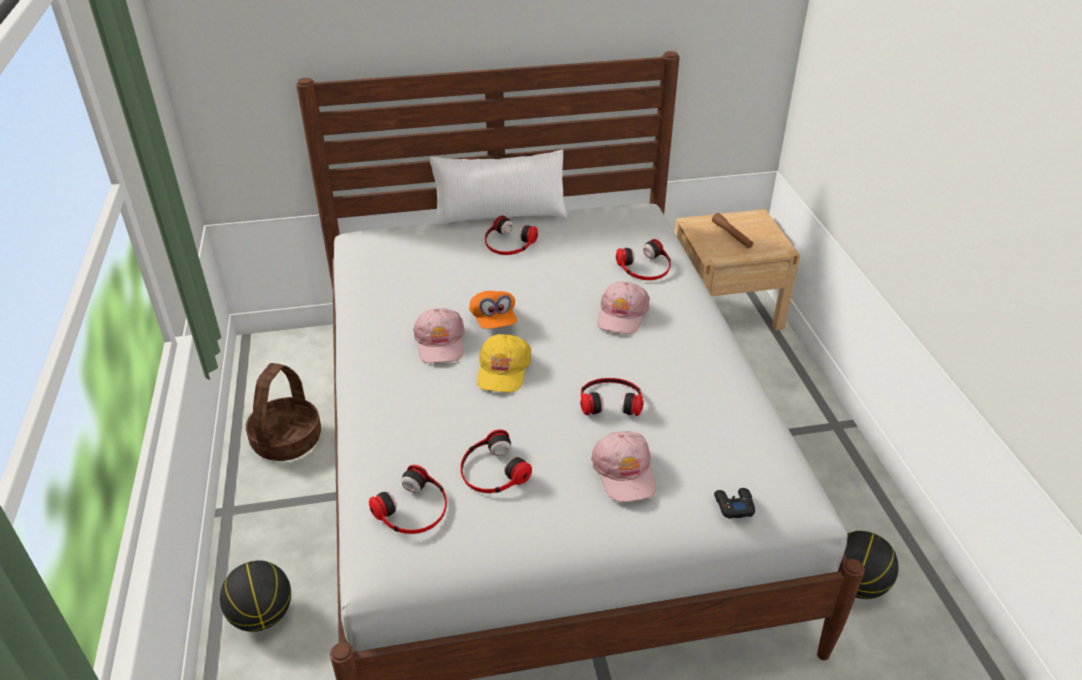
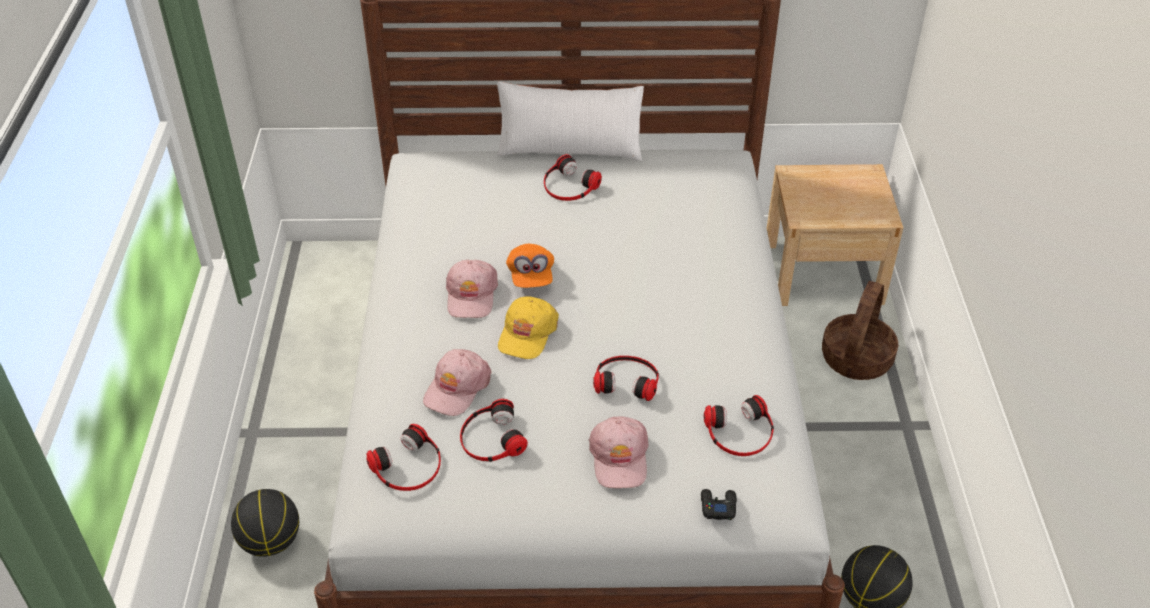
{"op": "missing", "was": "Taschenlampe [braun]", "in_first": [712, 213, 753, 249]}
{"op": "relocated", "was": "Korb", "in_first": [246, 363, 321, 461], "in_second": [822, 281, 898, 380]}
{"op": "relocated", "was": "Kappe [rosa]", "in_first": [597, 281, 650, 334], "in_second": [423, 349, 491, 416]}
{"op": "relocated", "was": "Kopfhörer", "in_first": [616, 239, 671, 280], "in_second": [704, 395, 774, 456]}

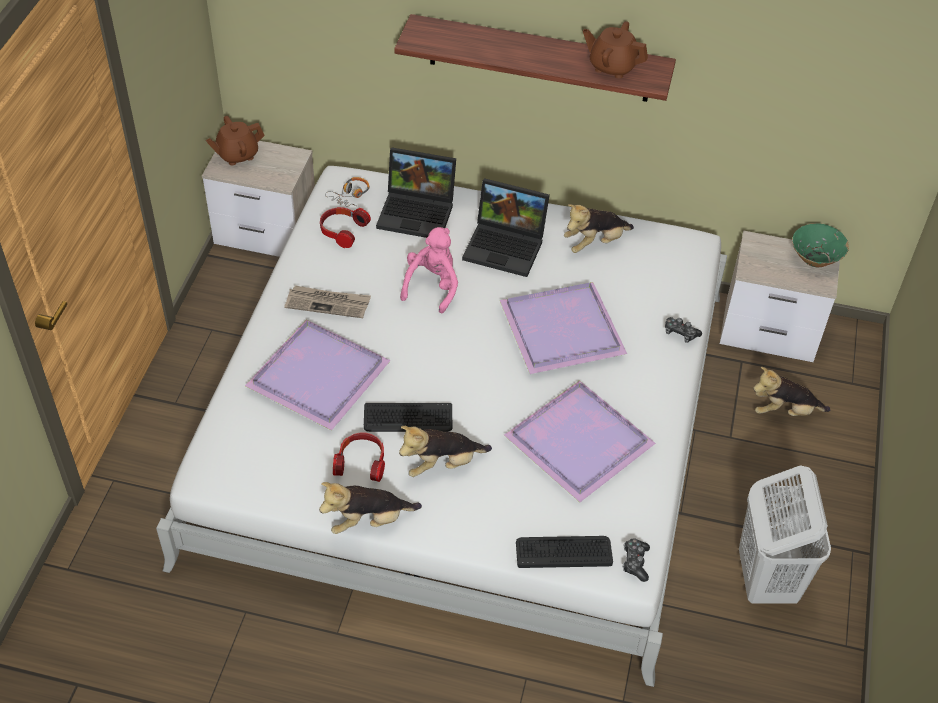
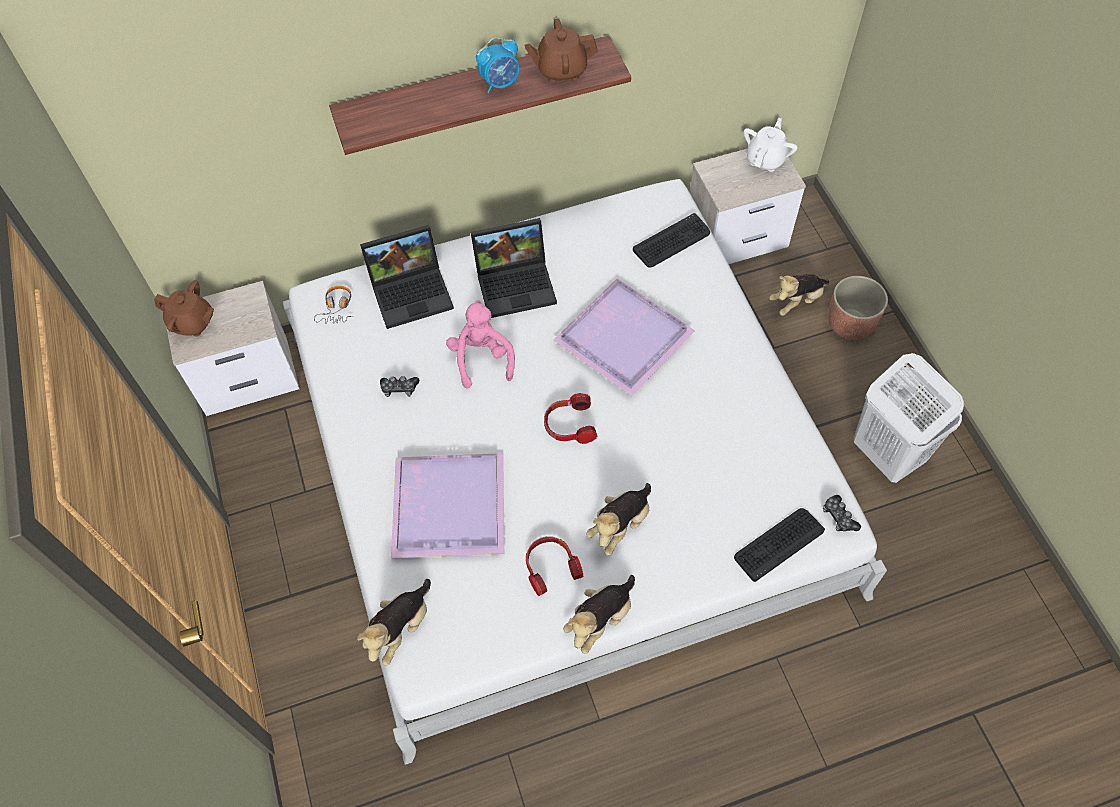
{"op": "missing", "was": "Zeitung", "in_first": [284, 286, 371, 318]}
{"op": "missing", "was": "Tablett [lila]", "in_first": [504, 380, 656, 502]}
{"op": "appeared", "now": "Wecker", "in_second": [476, 37, 519, 93]}
{"op": "appeared", "now": "Pflanzkübel", "in_second": [828, 276, 888, 340]}
{"op": "relocated", "was": "Kopfhörer", "in_first": [320, 207, 371, 248], "in_second": [544, 393, 597, 444]}
{"op": "relocated", "was": "Tastatur", "in_first": [364, 403, 452, 432], "in_second": [633, 213, 710, 267]}
{"op": "relocated", "was": "Plüschtier", "in_first": [564, 204, 634, 253], "in_second": [357, 579, 431, 666]}
{"op": "relocated", "was": "Gamepad", "in_first": [665, 317, 702, 343], "in_second": [380, 376, 419, 397]}
{"op": "exchanged", "was": "Schüssel [grün]", "now": "Teekanne [weiß]", "in_first": [792, 223, 849, 267], "in_second": [744, 118, 797, 172]}
{"op": "spun", "was": "Teekanne [braun]", "in_first": [206, 116, 265, 165], "in_second": [154, 280, 214, 337], "clockwise": -105}

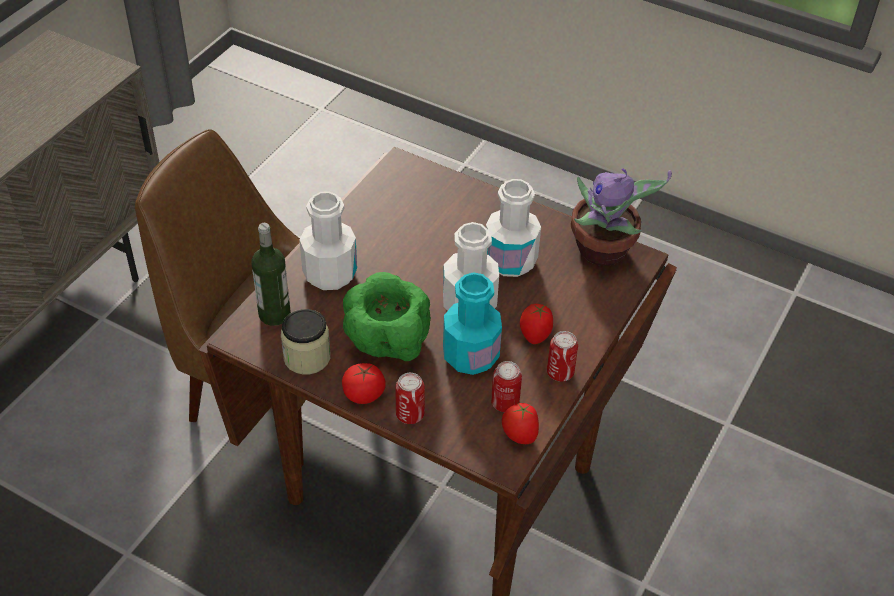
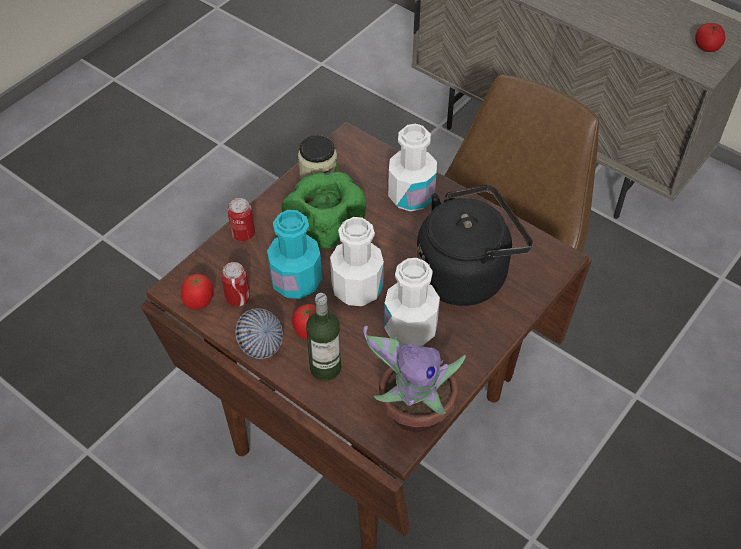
{"op": "appeared", "now": "Wasserkessel [schwarz]", "in_second": [416, 185, 533, 306]}
{"op": "relocated", "was": "Flasche", "in_first": [251, 223, 291, 326], "in_second": [306, 293, 341, 381]}
{"op": "relocated", "was": "Tomate", "in_first": [342, 363, 386, 404], "in_second": [695, 23, 725, 52]}
{"op": "exchanged", "was": "Dose", "now": "Schüssel", "in_first": [547, 331, 578, 381], "in_second": [235, 308, 283, 359]}

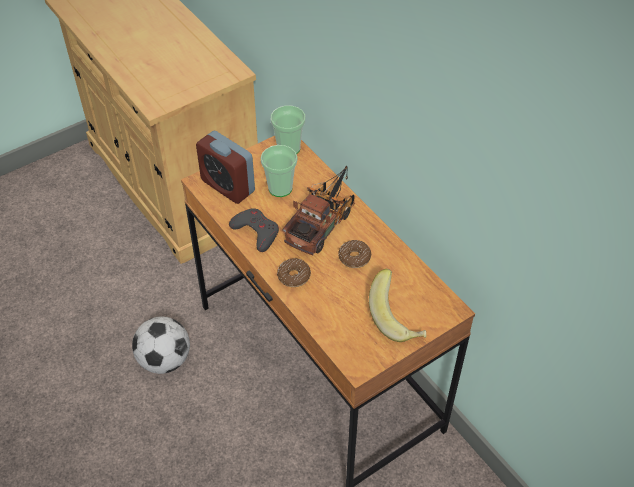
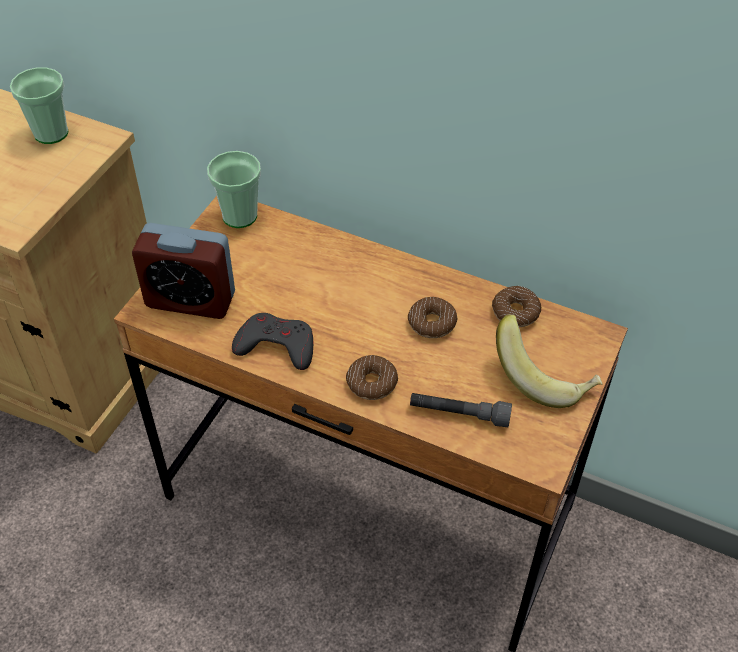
{"op": "missing", "was": "Fußball", "in_first": [132, 316, 190, 374]}
{"op": "missing", "was": "Spielzeuglaster", "in_first": [282, 166, 355, 255]}
{"op": "appeared", "now": "Taschenlampe [grau]", "in_second": [410, 393, 512, 427]}
{"op": "appeared", "now": "Donut", "in_second": [492, 286, 542, 327]}
{"op": "relocated", "was": "Tasse", "in_first": [261, 145, 297, 197], "in_second": [10, 67, 68, 144]}

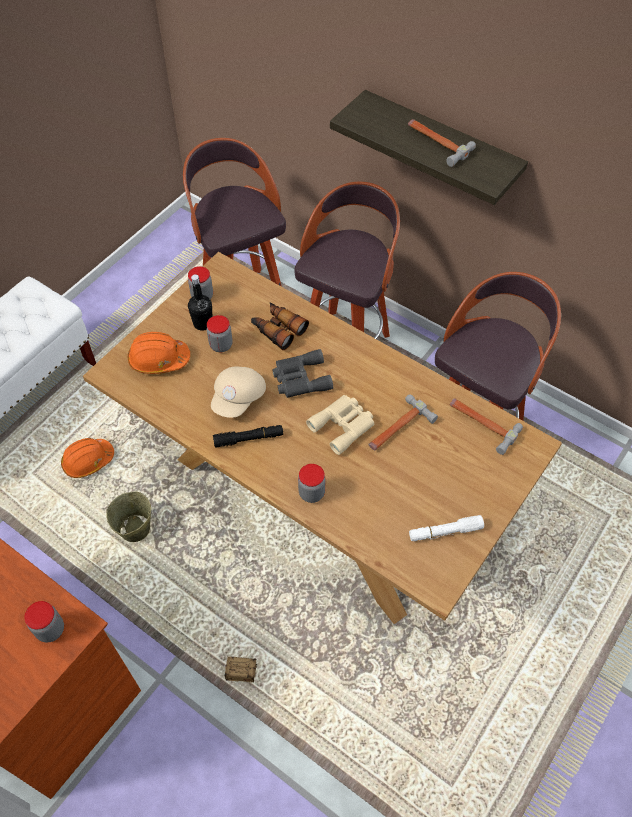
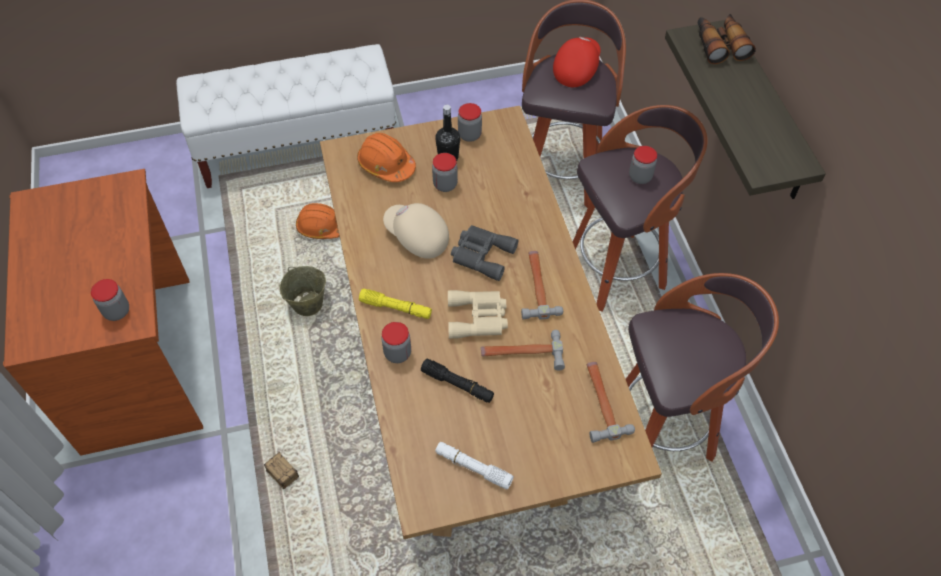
{"op": "appeared", "now": "Taschenlampe [gelb]", "in_second": [359, 289, 432, 319]}
{"op": "appeared", "now": "Kappe [rot]", "in_second": [553, 37, 601, 87]}
{"op": "appeared", "now": "Vorratsglas", "in_second": [629, 146, 657, 184]}
{"op": "relocated", "was": "Taschenlampe [schwarz]", "in_first": [213, 425, 283, 447], "in_second": [421, 359, 494, 403]}
{"op": "relocated", "was": "Fernglas", "in_first": [251, 302, 309, 350], "in_second": [697, 14, 756, 64]}
{"op": "relocated", "was": "Hammer", "in_first": [408, 119, 476, 167], "in_second": [521, 251, 563, 320]}
{"op": "spun", "was": "Kappe [beige]", "in_first": [211, 366, 266, 418], "in_second": [383, 203, 449, 259], "clockwise": 60}

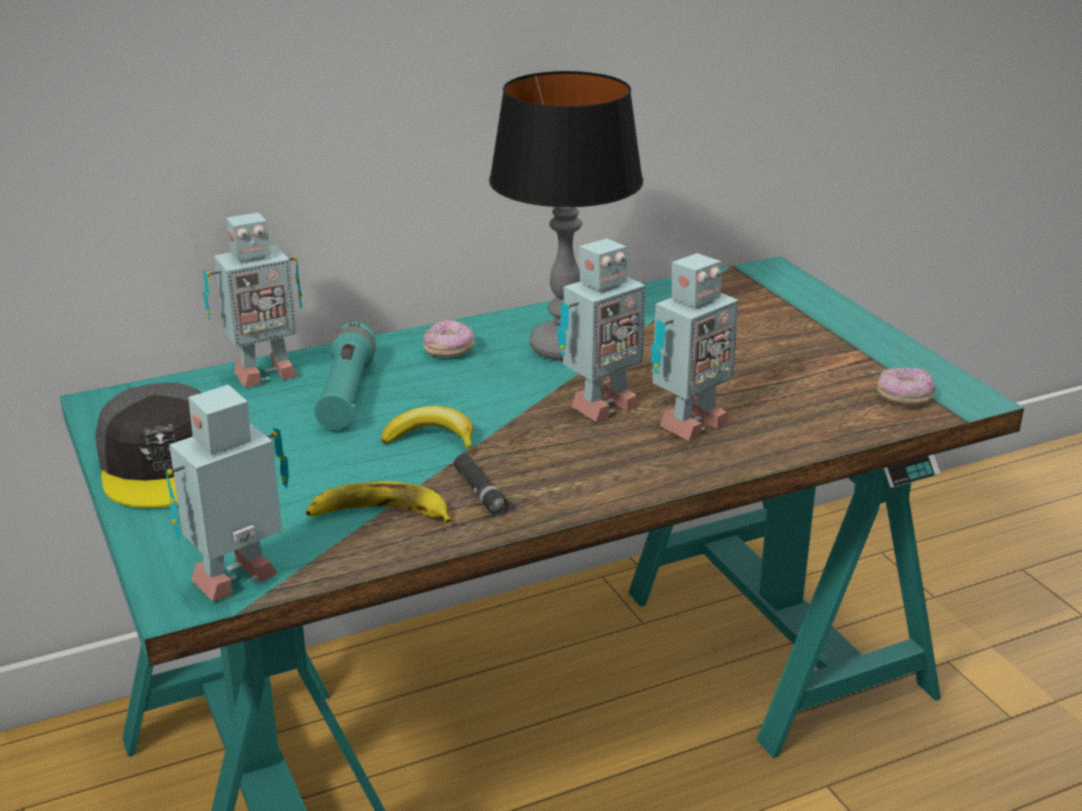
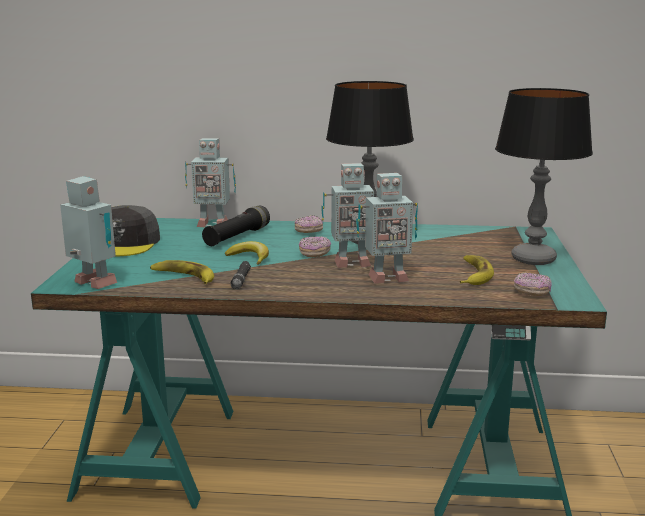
{"op": "appeared", "now": "Donut", "in_second": [299, 236, 331, 258]}
{"op": "appeared", "now": "Banane", "in_second": [460, 255, 494, 285]}
{"op": "appeared", "now": "Tischlampe", "in_second": [495, 88, 593, 265]}
{"op": "colour", "was": "Taschenlampe [türkis]", "now": "Taschenlampe [schwarz]", "in_first": [314, 322, 376, 430], "in_second": [202, 206, 270, 246]}
{"op": "spun", "was": "Spielzeugroboter", "in_first": [164, 385, 289, 601], "in_second": [60, 176, 117, 289], "clockwise": 45}

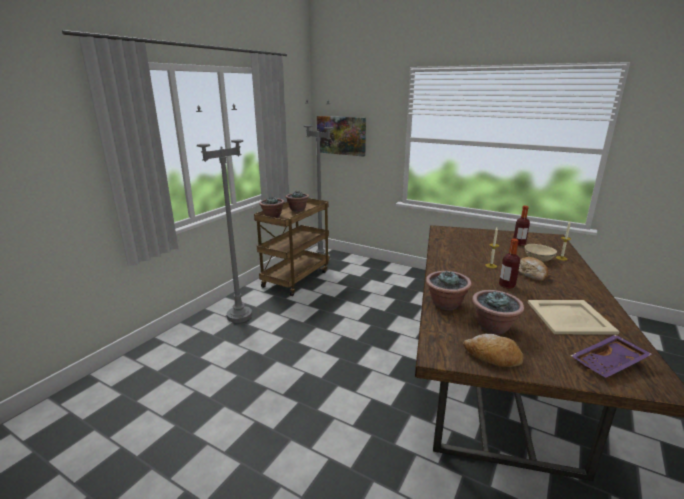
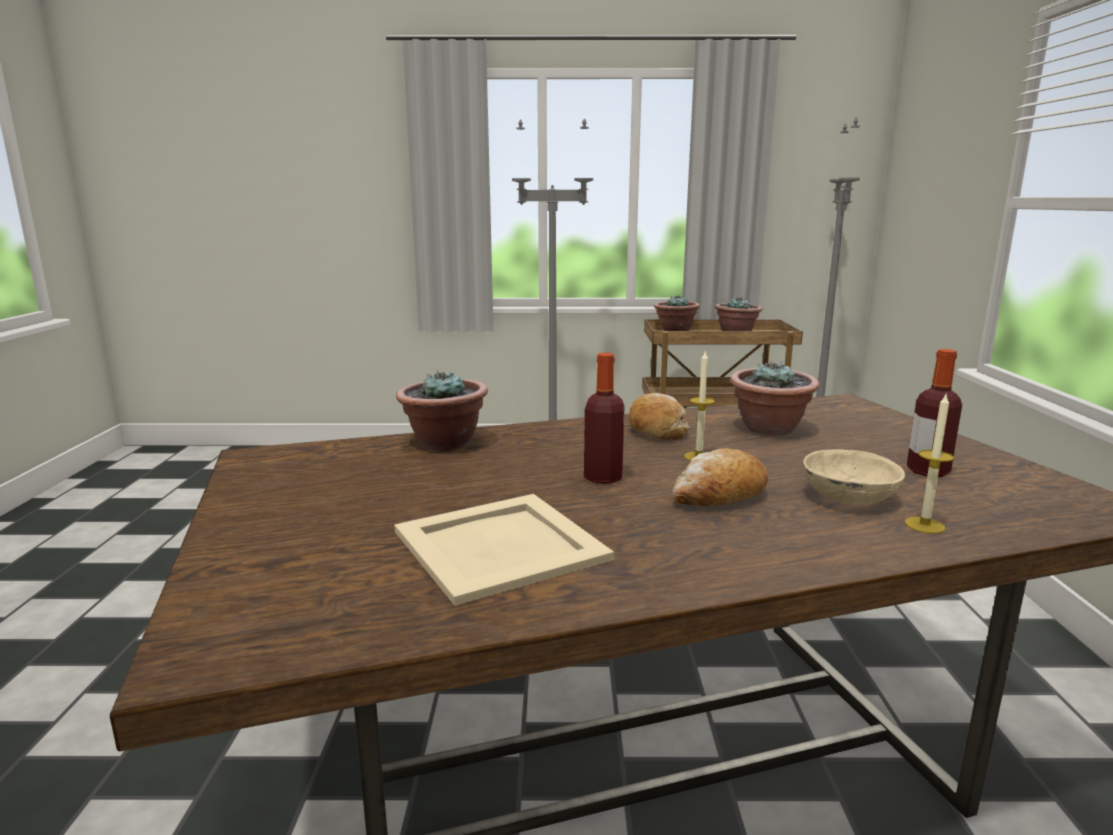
{"op": "missing", "was": "Bild", "in_first": [317, 116, 366, 157]}
{"op": "missing", "was": "Tablett [lila]", "in_first": [571, 335, 652, 378]}
{"op": "relocated", "was": "Brot", "in_first": [463, 334, 523, 367], "in_second": [629, 393, 690, 440]}
{"op": "relocated", "was": "Topfpflanze", "in_first": [472, 290, 524, 335], "in_second": [730, 361, 819, 436]}

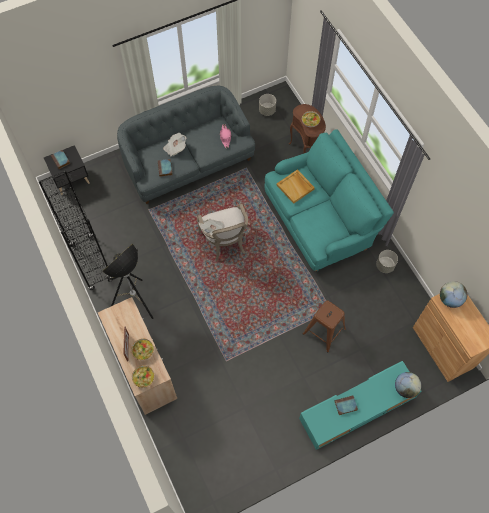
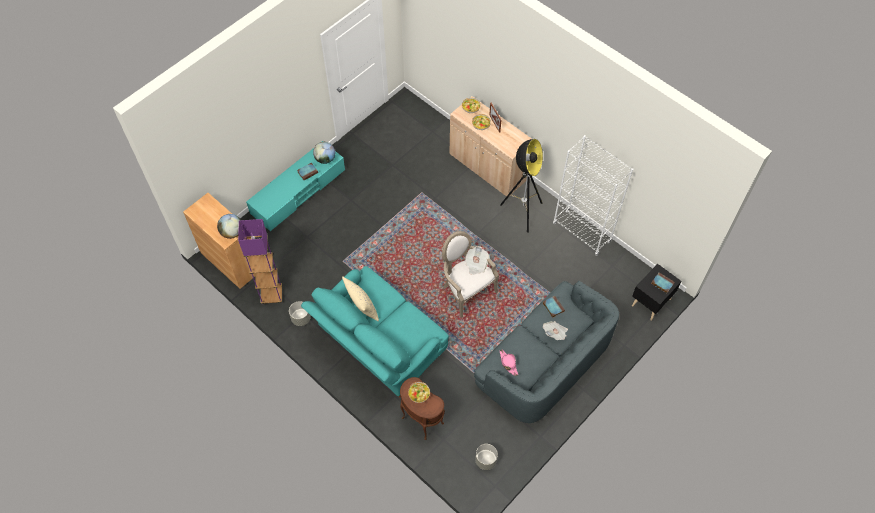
{"op": "missing", "was": "Tablett [beige]", "in_first": [277, 169, 315, 204]}
{"op": "missing", "was": "Hocker [braun]", "in_first": [303, 300, 346, 352]}
{"op": "appeared", "now": "Stehlampe [lila]", "in_second": [238, 219, 282, 304]}
{"op": "appeared", "now": "Kissen [beige]", "in_second": [342, 276, 379, 321]}
{"op": "relocated", "was": "Globus", "in_first": [395, 372, 421, 398], "in_second": [313, 142, 335, 164]}
{"op": "colour", "was": "Bücherregal [schwarz]", "now": "Bücherregal [weiß]", "in_first": [38, 170, 113, 290], "in_second": [553, 135, 633, 256]}

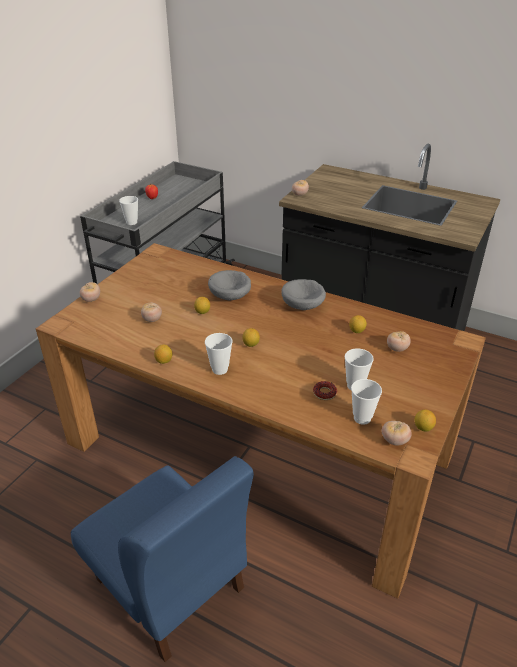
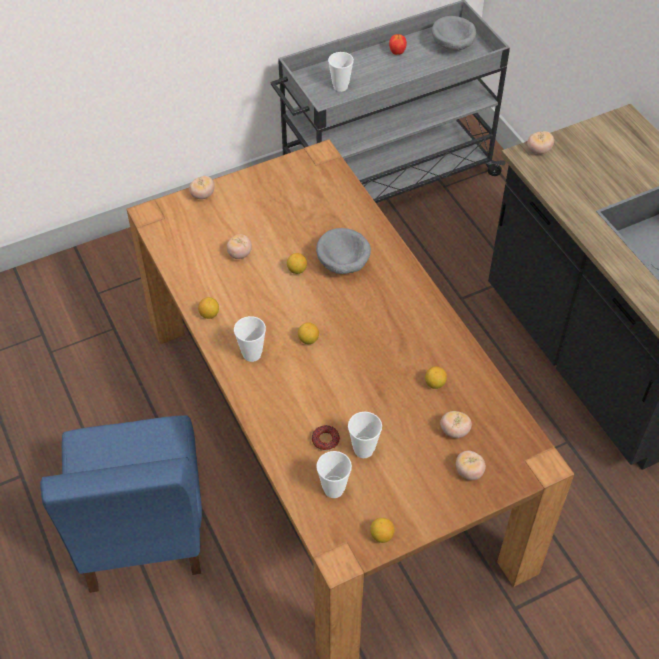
{"op": "relocated", "was": "Schüssel [grau]", "in_first": [282, 279, 326, 310], "in_second": [432, 16, 476, 50]}
{"op": "relocated", "was": "Tomate", "in_first": [382, 421, 412, 446], "in_second": [456, 450, 486, 480]}

